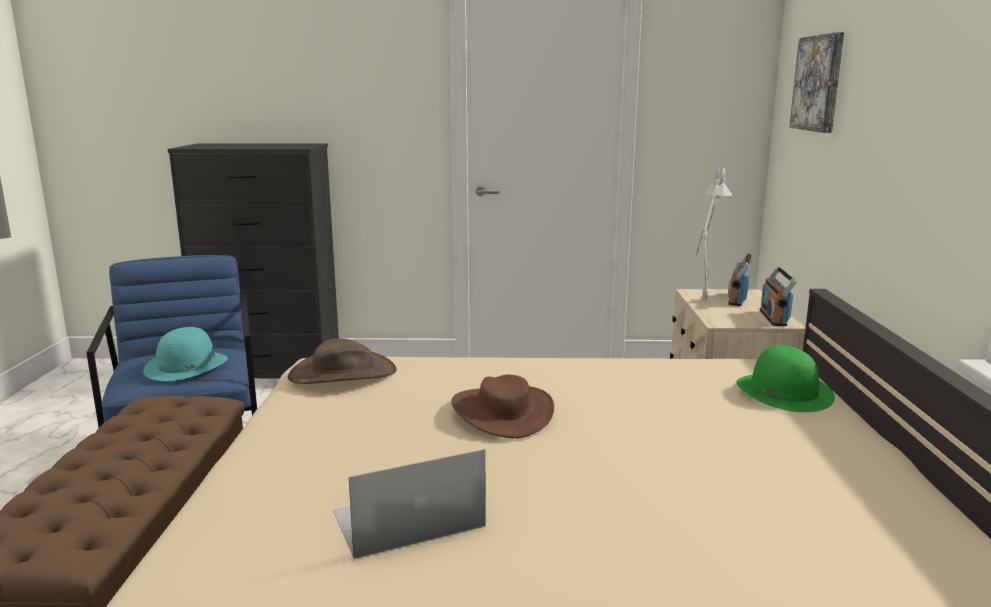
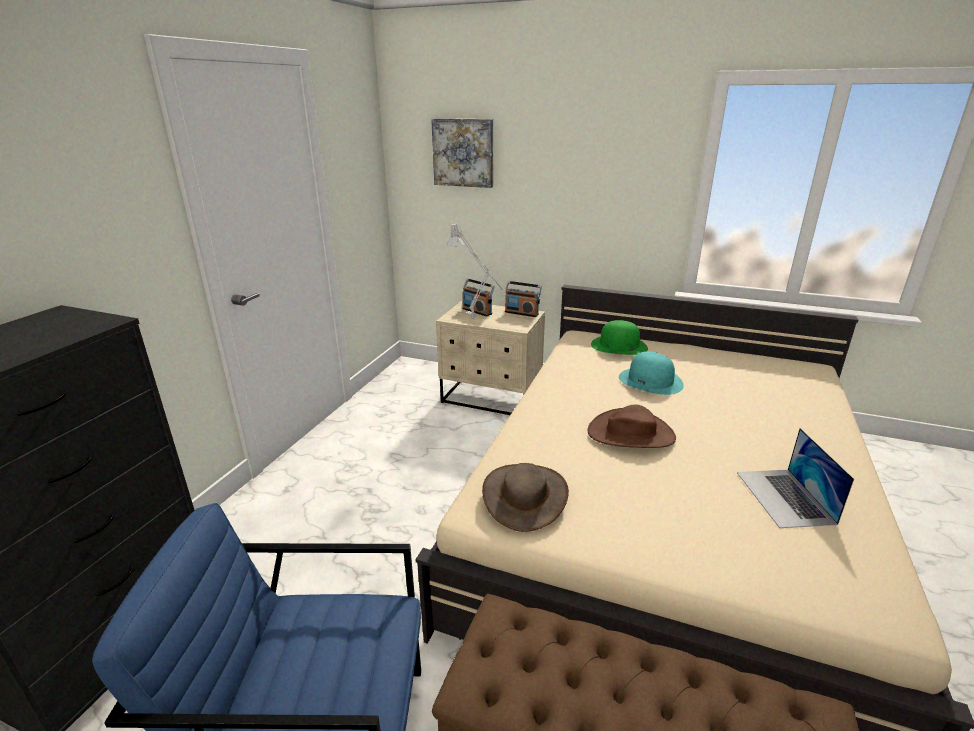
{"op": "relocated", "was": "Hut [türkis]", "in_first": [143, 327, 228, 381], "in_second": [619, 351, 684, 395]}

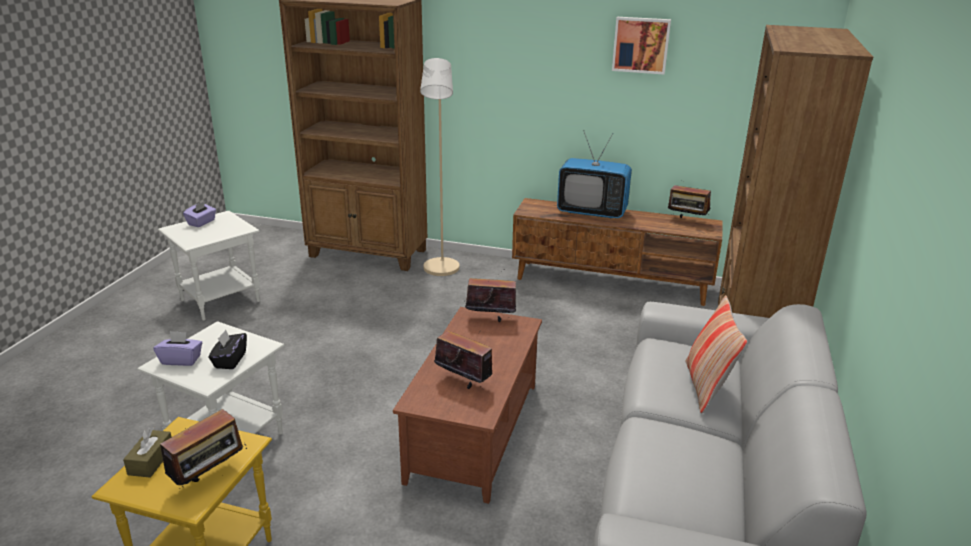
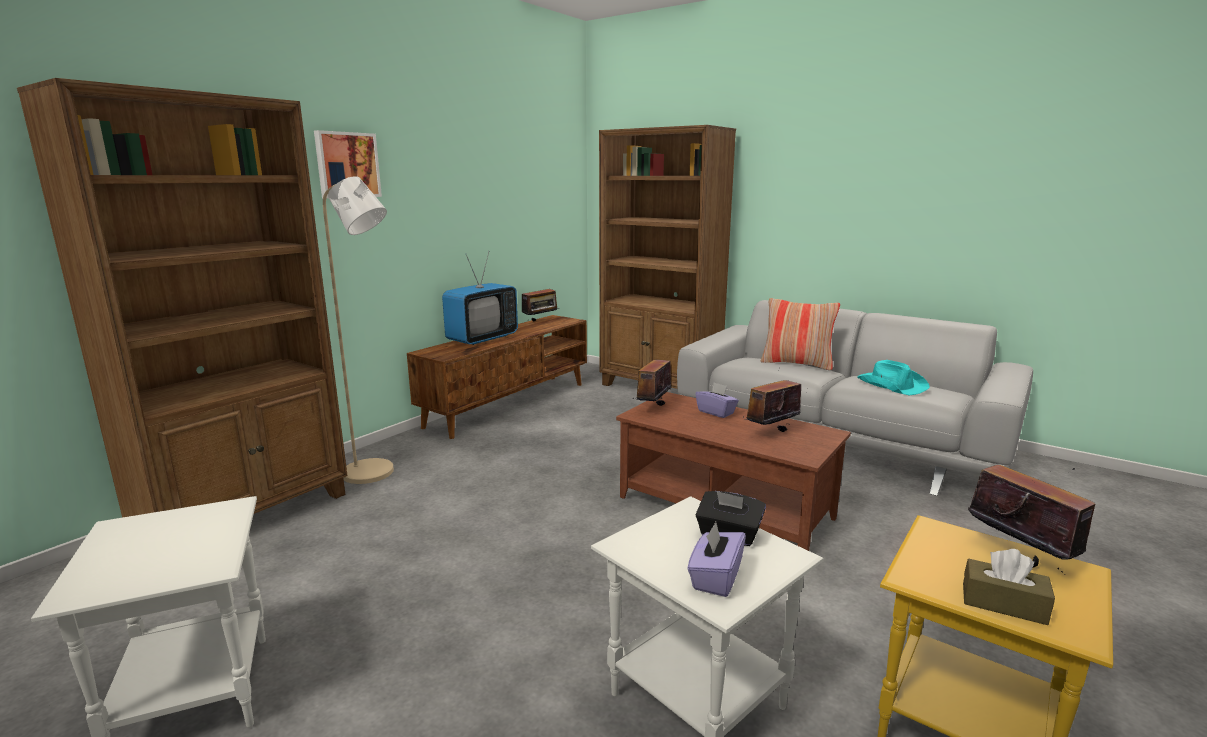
{"op": "appeared", "now": "Hut [türkis]", "in_second": [857, 360, 930, 396]}
{"op": "relocated", "was": "Taschentuchbox [lila]", "in_first": [183, 202, 216, 227], "in_second": [695, 382, 739, 418]}
{"op": "relocated", "was": "Bild", "in_first": [612, 17, 671, 74], "in_second": [314, 130, 382, 198]}

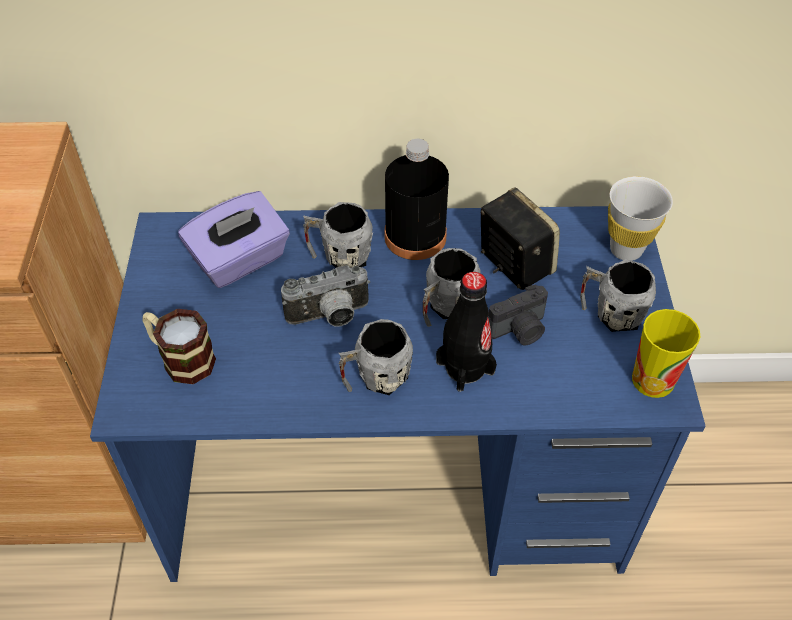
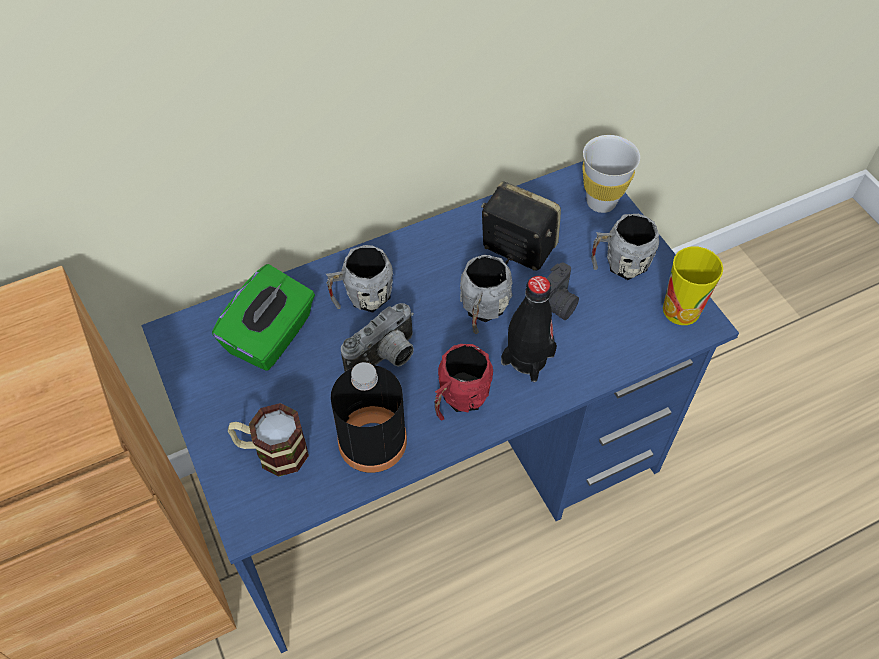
{"op": "relocated", "was": "Flasche [schwarz]", "in_first": [385, 139, 449, 260], "in_second": [331, 362, 407, 473]}
{"op": "colour", "was": "Taschentuchbox [lila]", "now": "Taschentuchbox [grün]", "in_first": [178, 191, 290, 288], "in_second": [212, 264, 315, 371]}
{"op": "colour", "was": "Henkelbecher [grau]", "now": "Henkelbecher [rot]", "in_first": [338, 319, 413, 395], "in_second": [435, 344, 493, 420]}

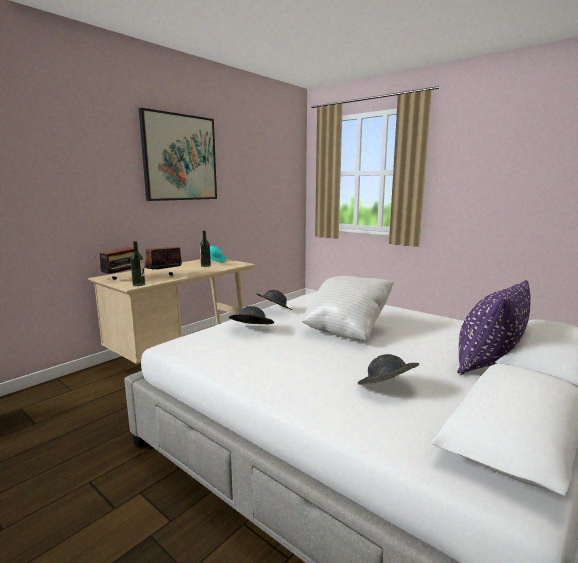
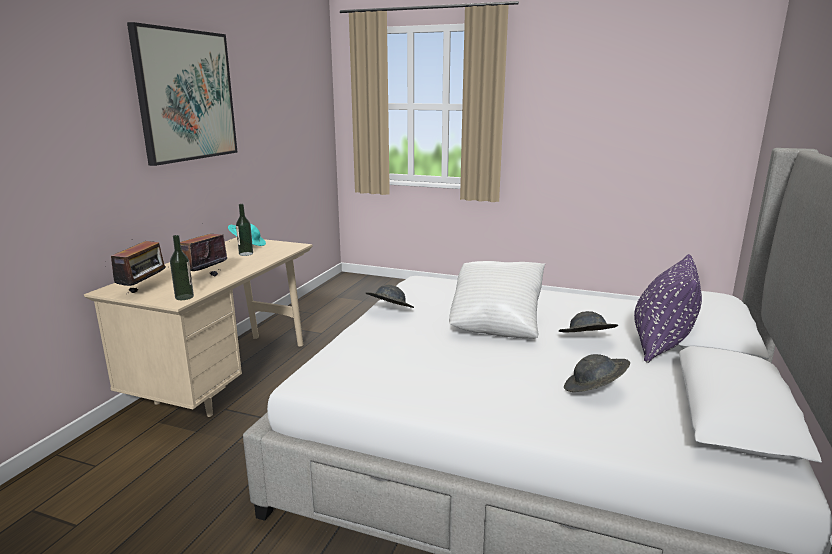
{"op": "relocated", "was": "Hut [grau]", "in_first": [229, 306, 274, 324], "in_second": [559, 311, 618, 332]}

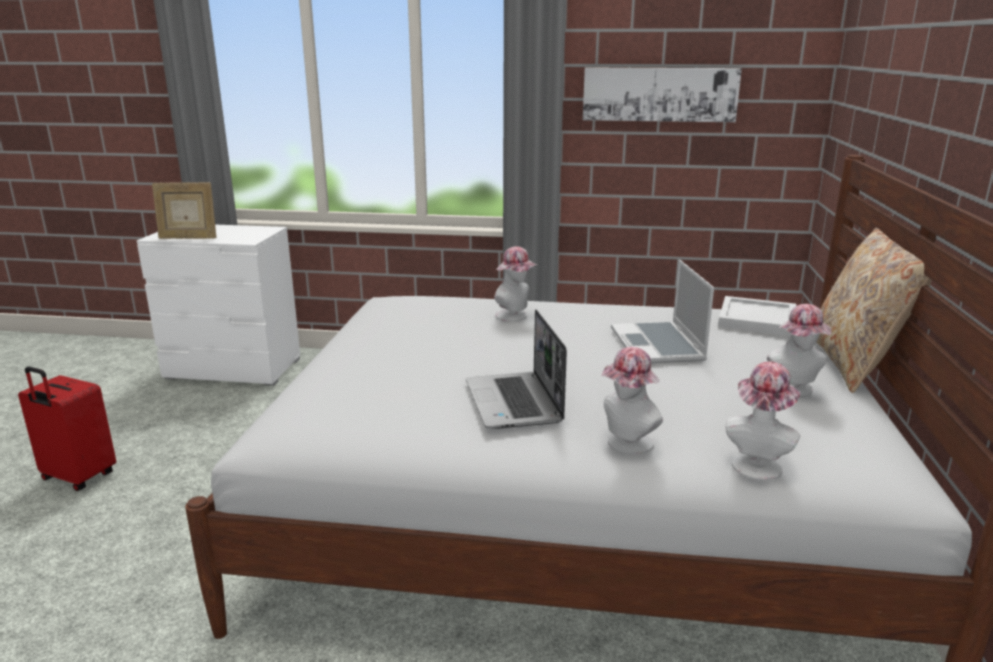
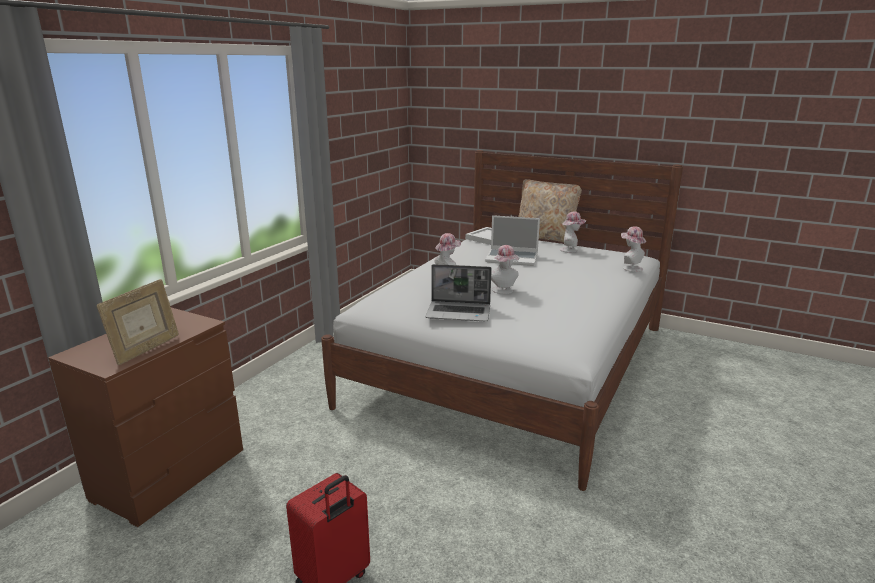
{"op": "missing", "was": "Bild", "in_first": [583, 68, 742, 122]}
{"op": "relocated", "was": "Laptop", "in_first": [466, 309, 567, 429], "in_second": [426, 264, 492, 321]}
{"op": "relocated", "was": "Hut", "in_first": [601, 347, 663, 454], "in_second": [491, 245, 519, 294]}
{"op": "colour", "was": "Kommode [weiß]", "now": "Kommode [braun]", "in_first": [137, 225, 300, 386], "in_second": [48, 307, 243, 527]}

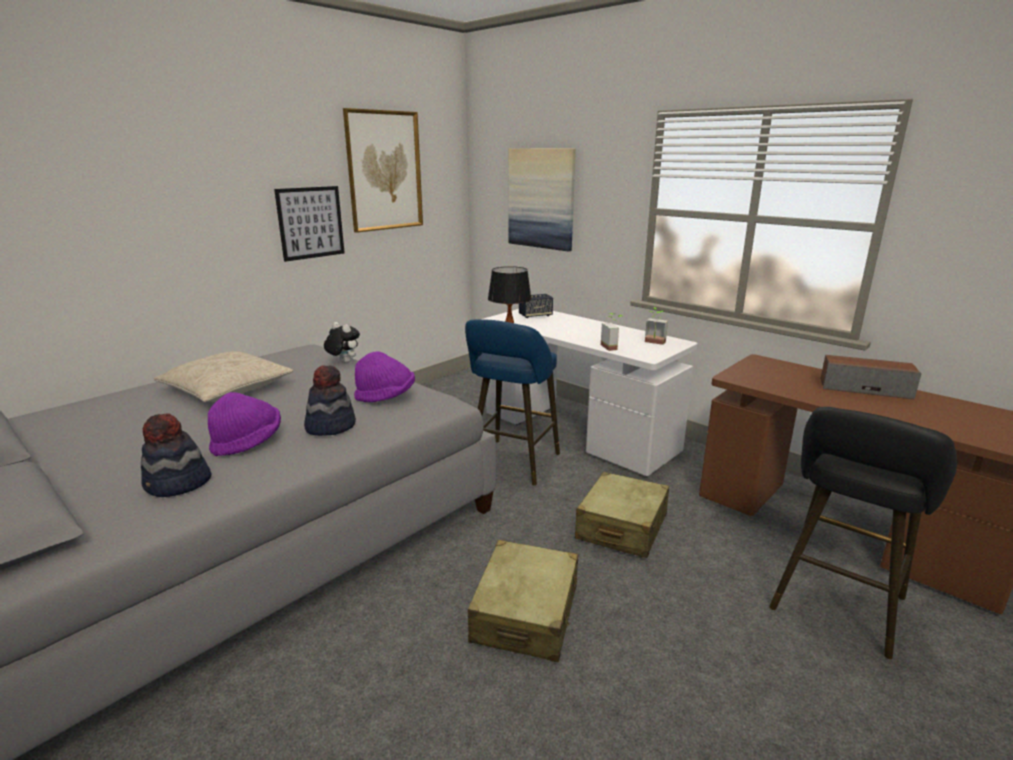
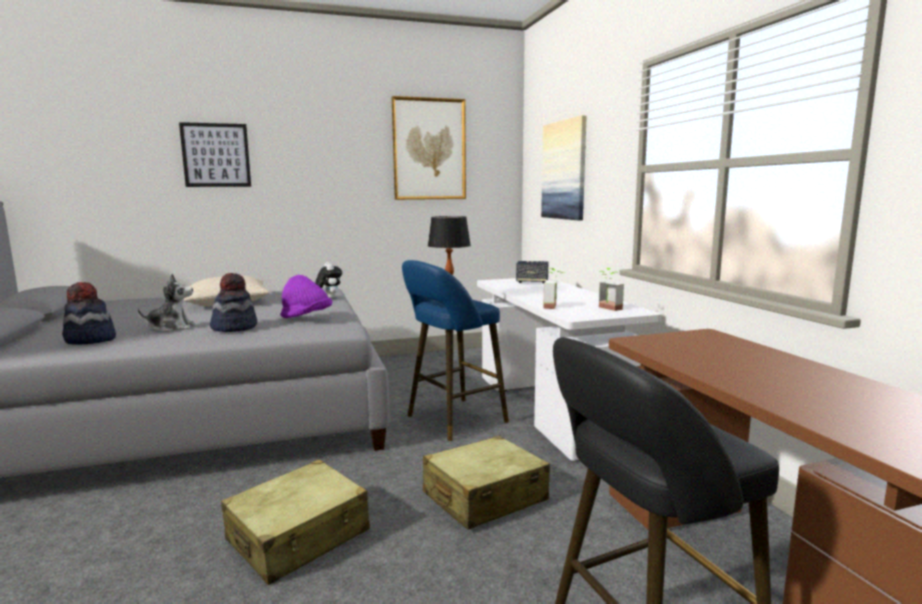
{"op": "missing", "was": "Lautsprecher", "in_first": [820, 355, 921, 399]}
{"op": "relocated", "was": "Bild", "in_first": [274, 186, 345, 262], "in_second": [179, 122, 251, 187]}
{"op": "exchanged", "was": "Hut [lila]", "now": "Plüschtier", "in_first": [208, 392, 281, 456], "in_second": [137, 274, 195, 332]}

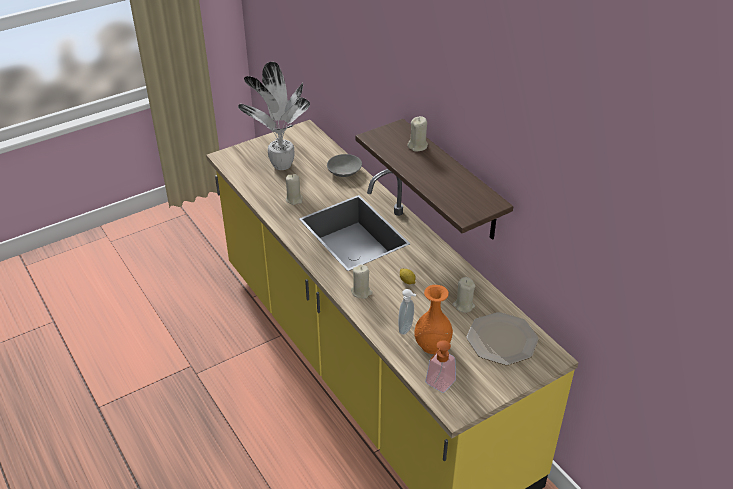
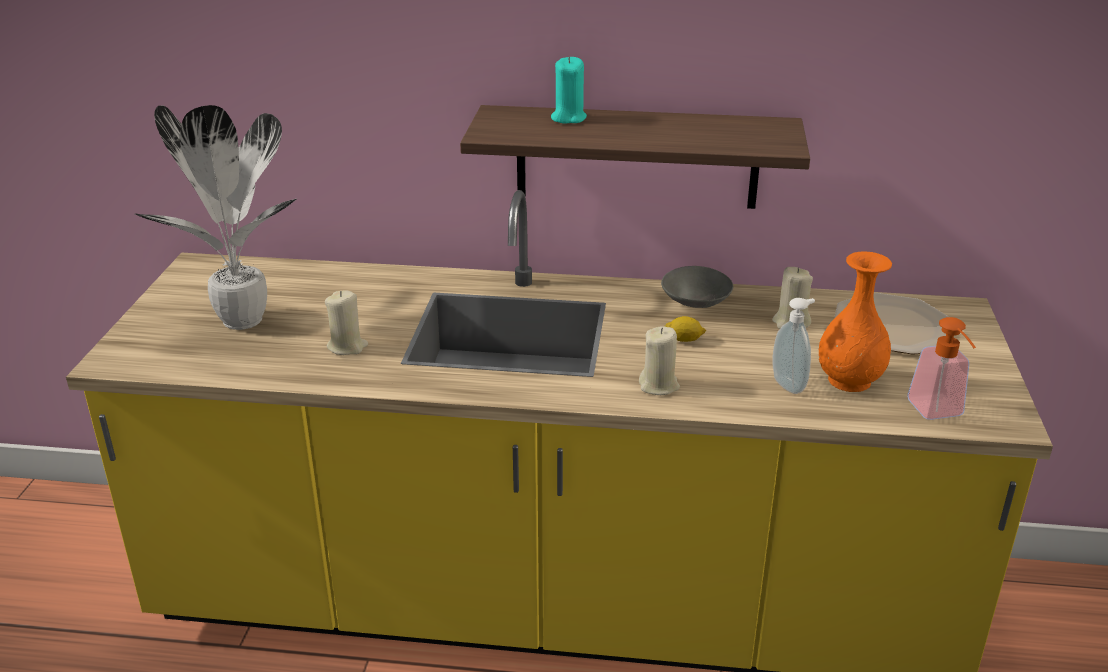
{"op": "relocated", "was": "Schüssel [grau]", "in_first": [327, 154, 362, 177], "in_second": [661, 266, 733, 308]}
{"op": "colour", "was": "Kerze [beige]", "now": "Kerze [türkis]", "in_first": [407, 116, 428, 152], "in_second": [551, 56, 587, 124]}

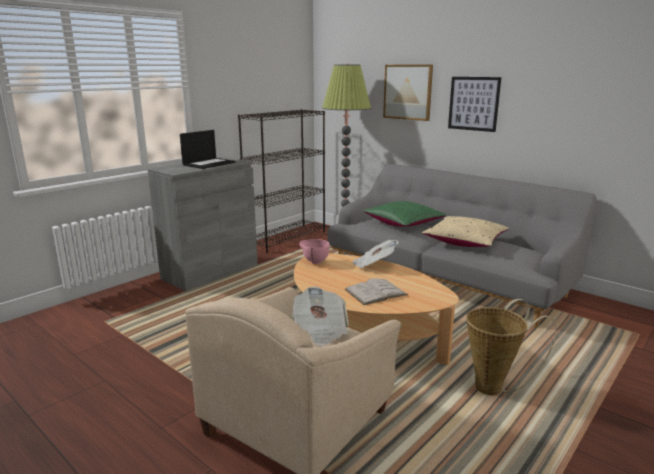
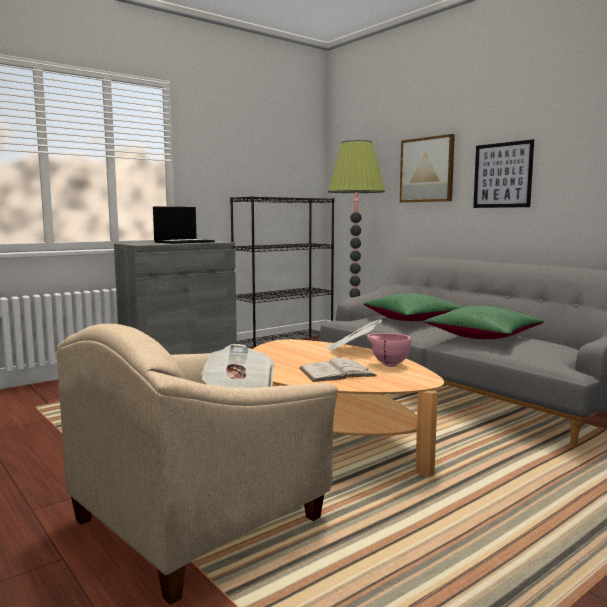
{"op": "missing", "was": "Korb", "in_first": [466, 299, 556, 395]}
{"op": "relocated", "was": "Schüssel [rosa]", "in_first": [299, 239, 330, 264], "in_second": [367, 333, 411, 367]}
{"op": "colour", "was": "Kissen [beige]", "now": "Kissen [grün]", "in_first": [422, 216, 509, 247], "in_second": [424, 306, 544, 339]}

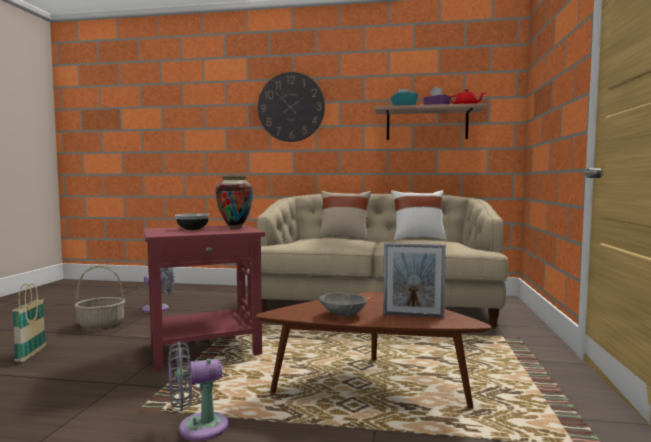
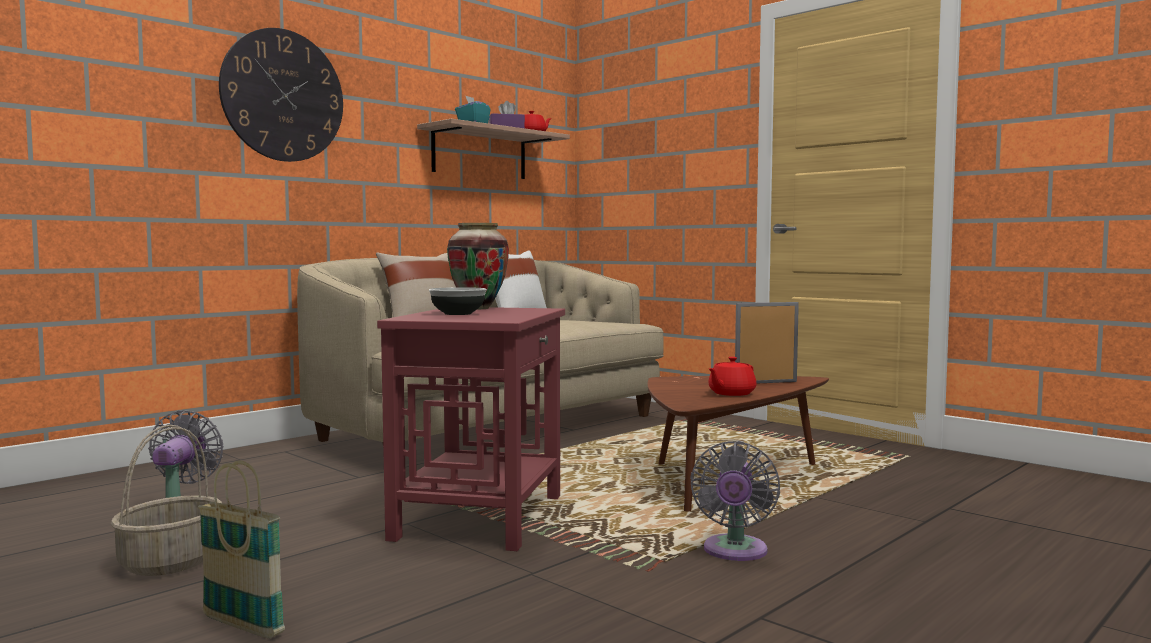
{"op": "exchanged", "was": "Schüssel [grau]", "now": "Teekanne [rot]", "in_first": [319, 293, 366, 317], "in_second": [708, 357, 757, 396]}
{"op": "spun", "was": "Bilderrahmen", "in_first": [383, 243, 446, 318], "in_second": [735, 302, 799, 384], "clockwise": -150}

